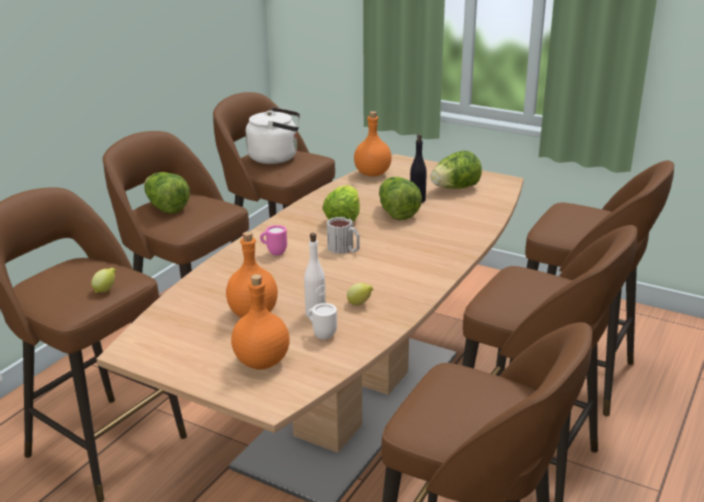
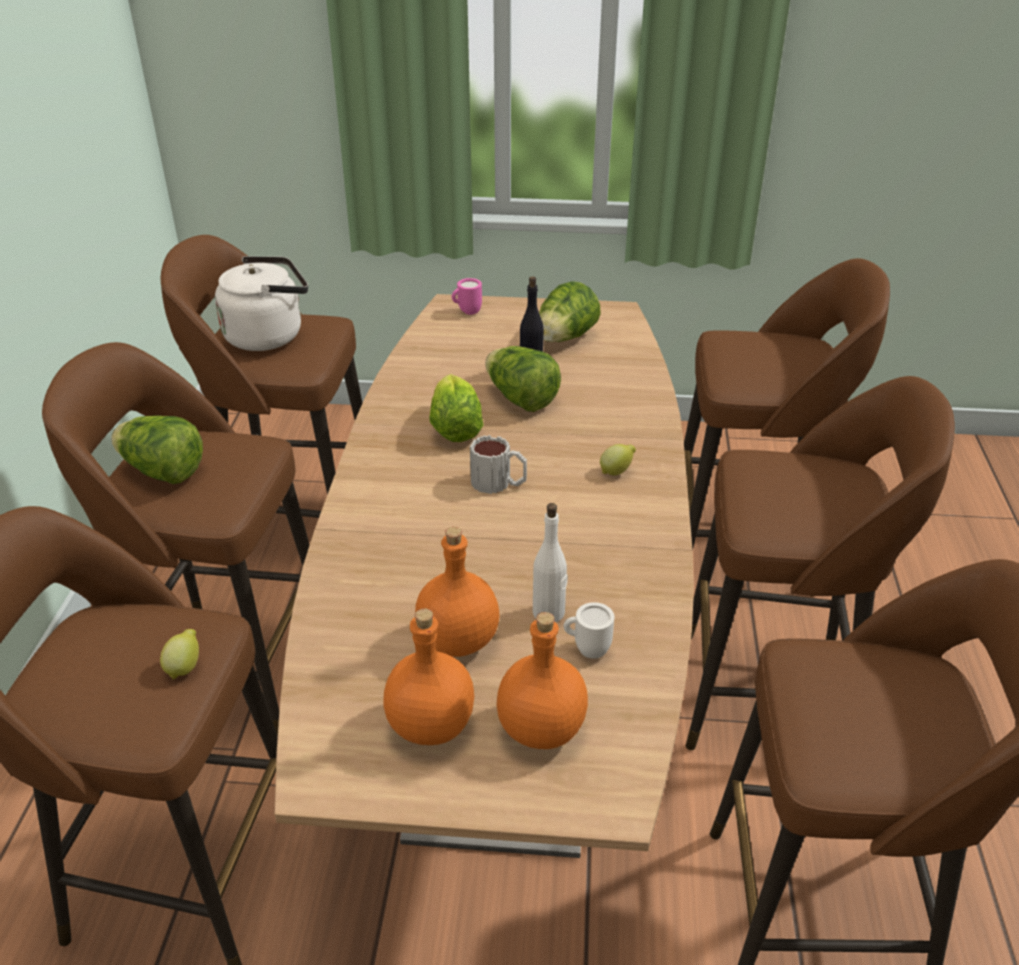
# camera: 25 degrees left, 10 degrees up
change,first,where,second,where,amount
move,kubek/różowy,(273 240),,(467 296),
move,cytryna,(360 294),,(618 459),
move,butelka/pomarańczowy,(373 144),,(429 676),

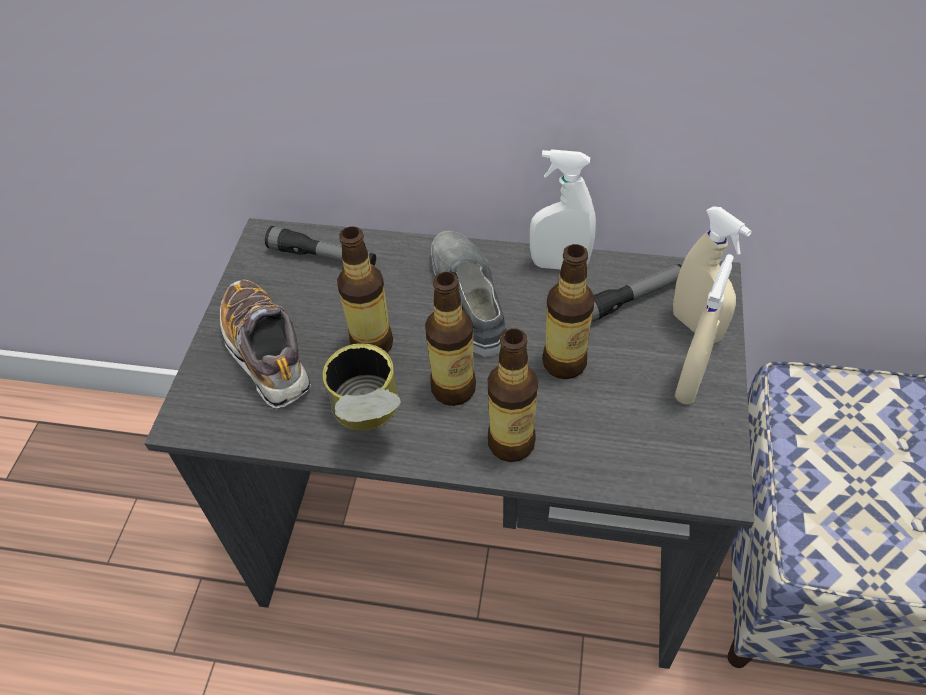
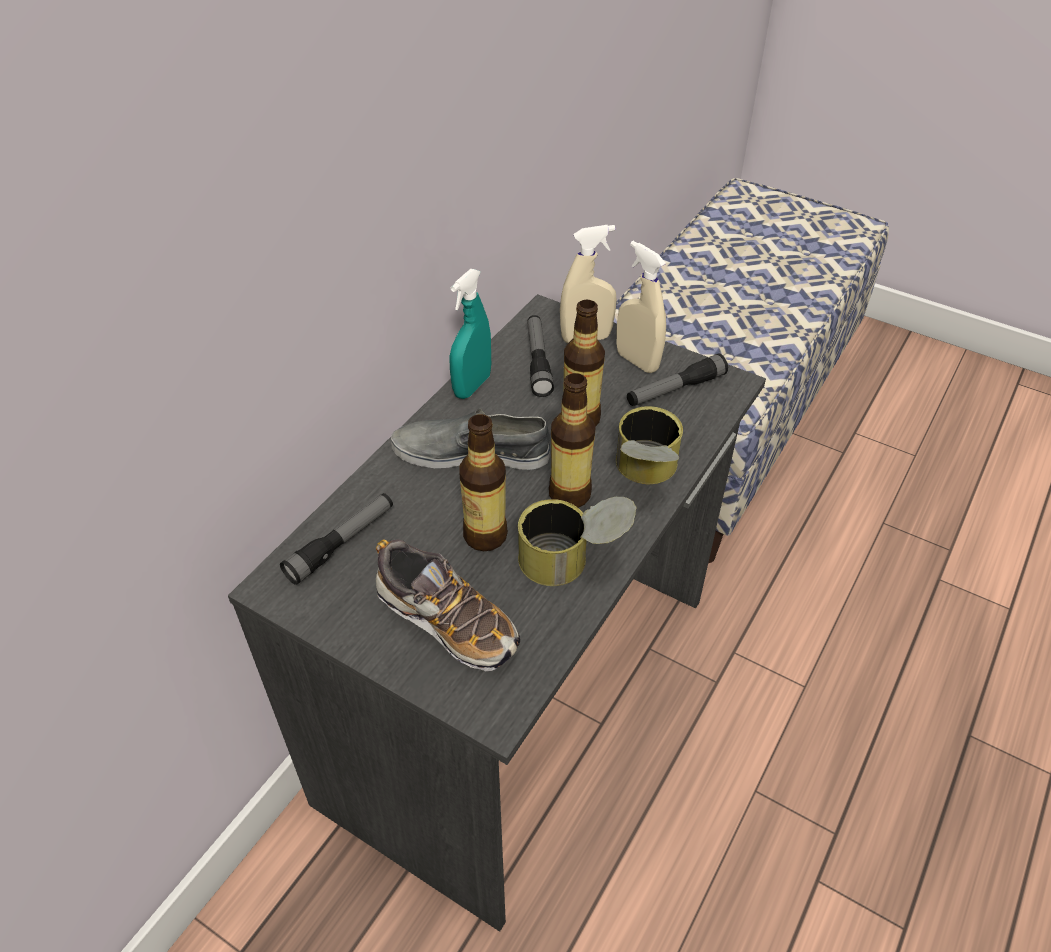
# camera: 70 degrees left, 5 degrees down
change,first,where,second,where,amount
rotate,but,(265 344),,(448 605),135 degrees counterclockwise
replace,butelka,(513 395),puszka,(649 445),
recolor,spryskiwacz/biały,(563 209),spryskiwacz/turkusowy,(470 334),
insert,,,latarka,(677 379),

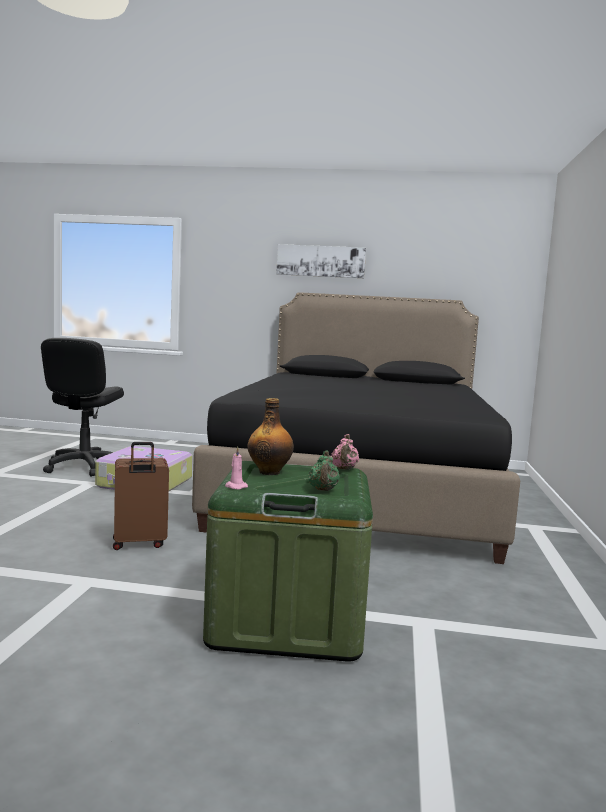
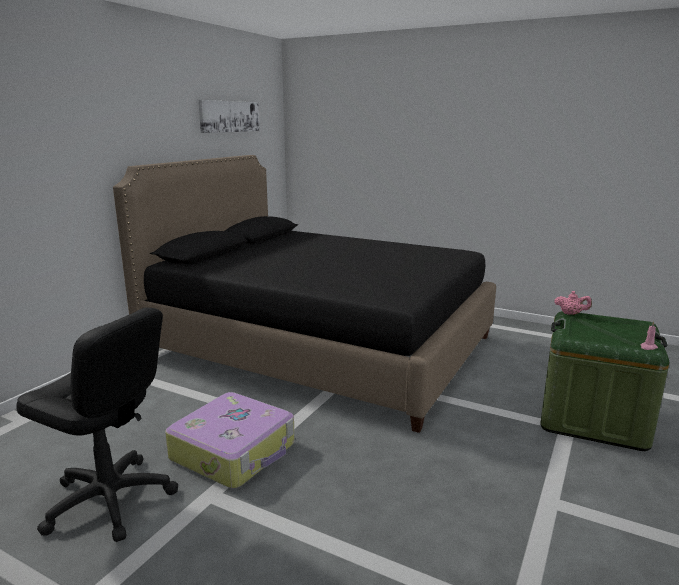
# camera: 70 degrees left, 10 degrees up
change,first,where,second,where,amount
delete,walizka/brązowy,(141 496),,,
delete,butelka,(271 436),,,
move,obraz,(321 261),,(229 116),
delete,imbryk/zielony,(324 471),,,

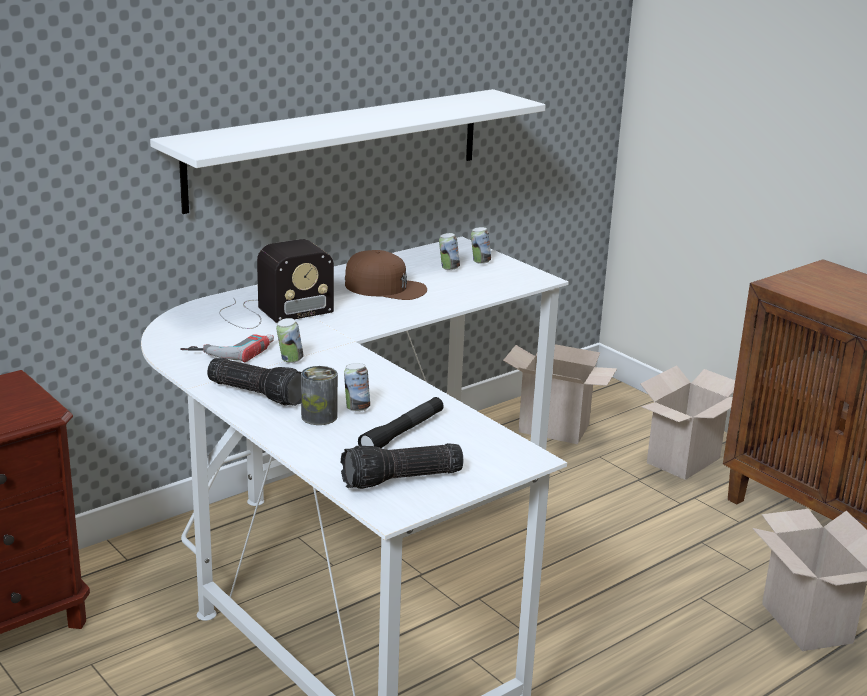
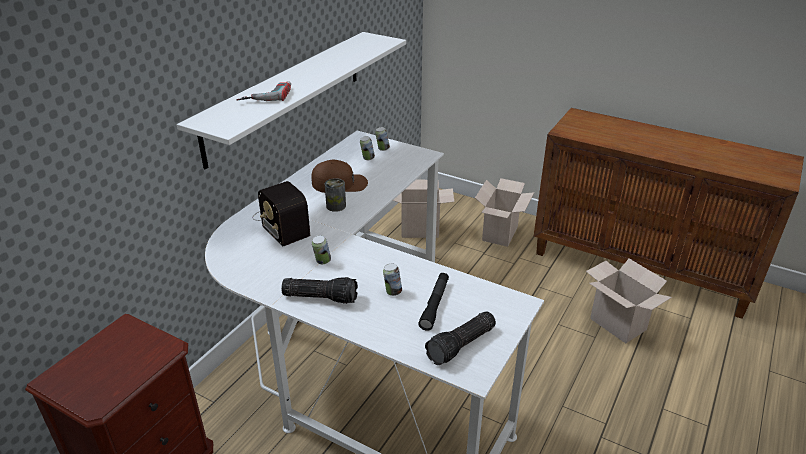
# camera: 20 degrees left, 10 degrees up
change,first,where,second,where,amount
move,wiertarka,(227 348),,(263 91),
rotate,radio,(276 284),,(281 213),105 degrees clockwise
move,puszka,(319 395),,(335 195),

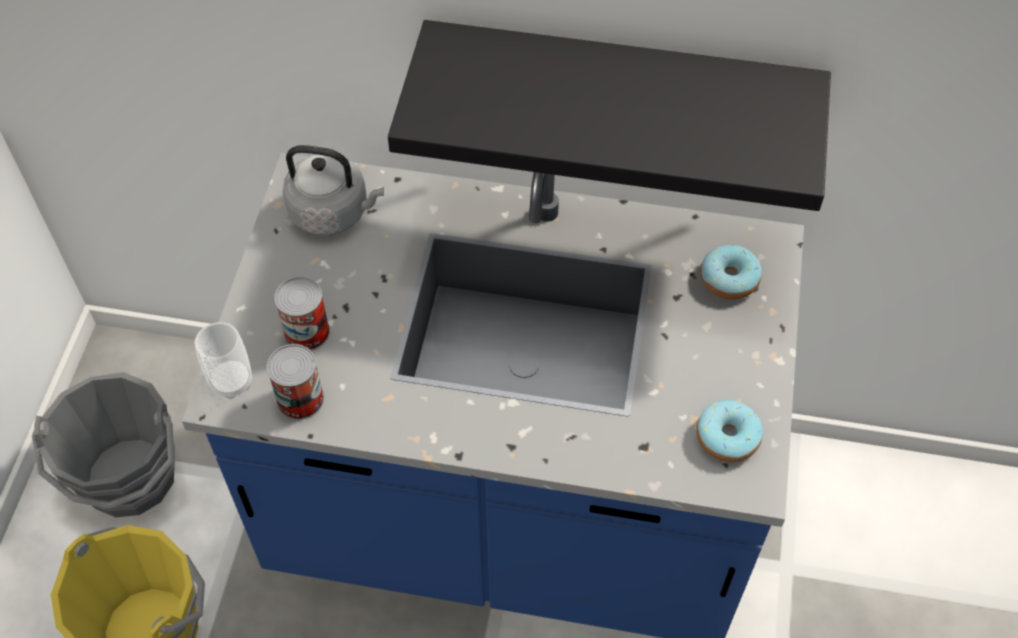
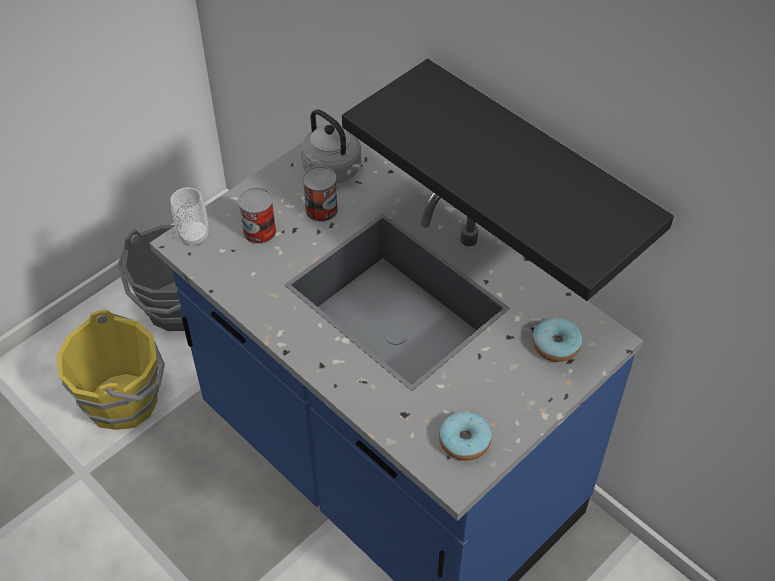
# camera: 35 degrees right, 5 degrees down
change,first,where,second,where,amount
move,puszka,(295 382),,(320 194),

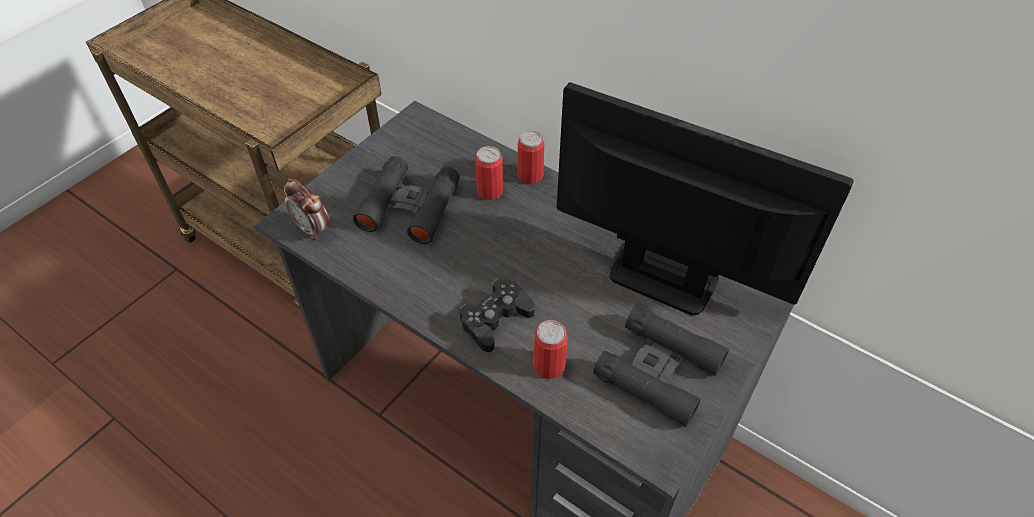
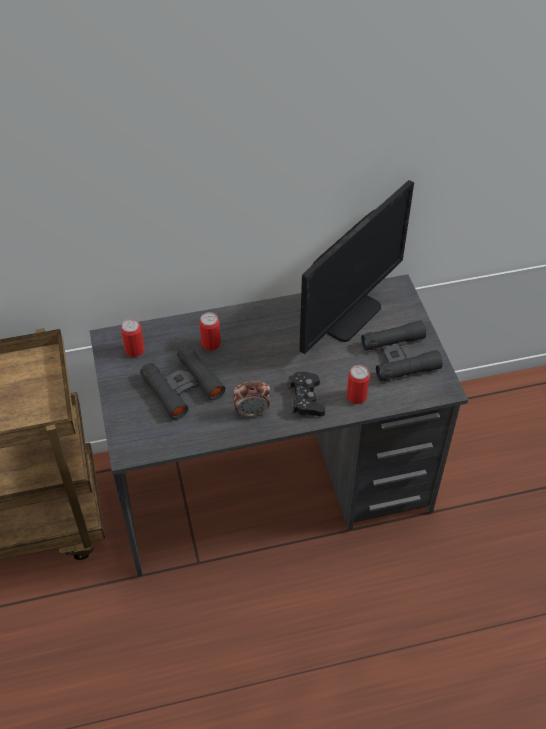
# camera: 50 degrees left, 0 degrees up
change,first,where,second,where,amount
move,budzik,(307 209),,(251 399),
move,puszka,(531 157),,(133 338),
rotate,monitor,(705 198),,(356 267),150 degrees clockwise

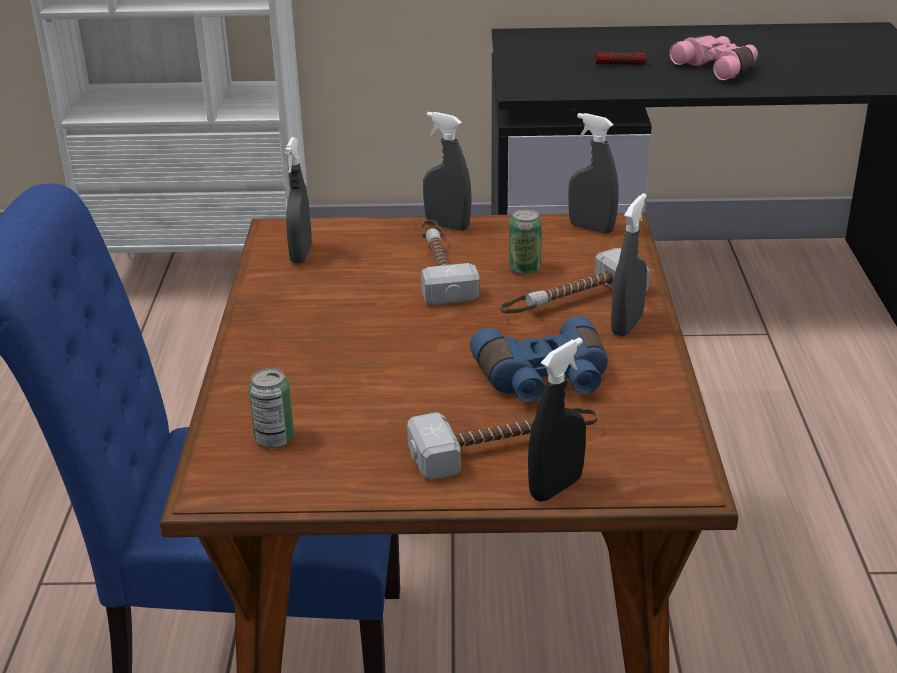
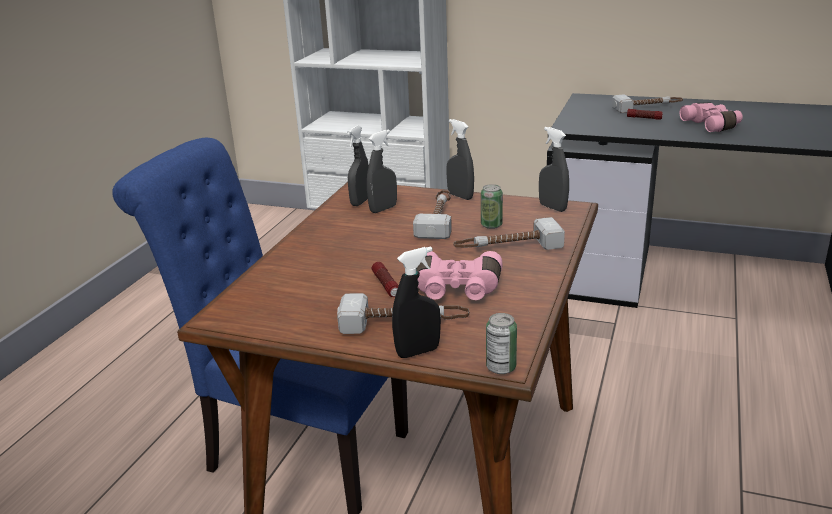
# camera: 20 degrees right, 5 degrees down
change,first,where,second,where,amount
move,puszka,(271 408),,(501 343),
recolor,lornetka/niebieski,(539 359),lornetka/różowy,(459 275),
move,spryskiwacz/szary,(629 265),,(382 171),
insert,,,latarka,(385 279),
insert,,,młotek,(647 103),

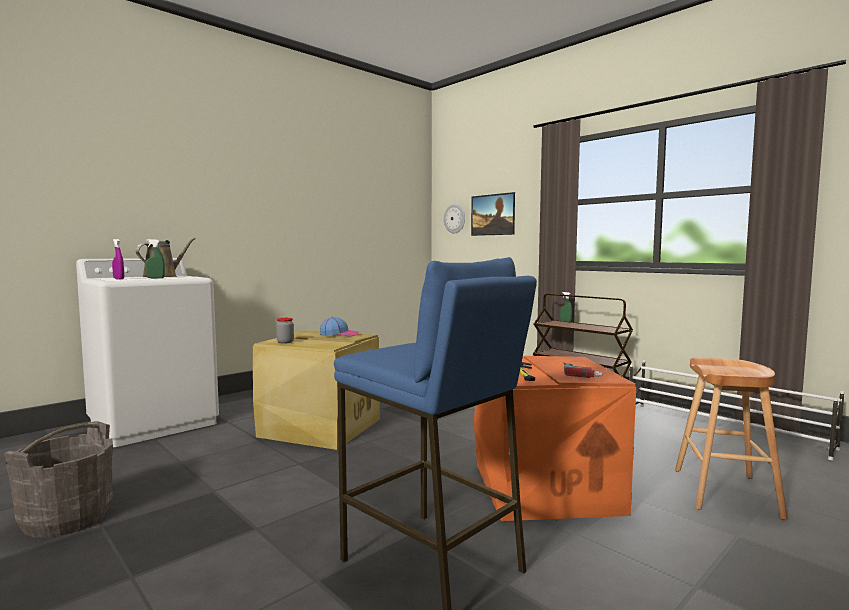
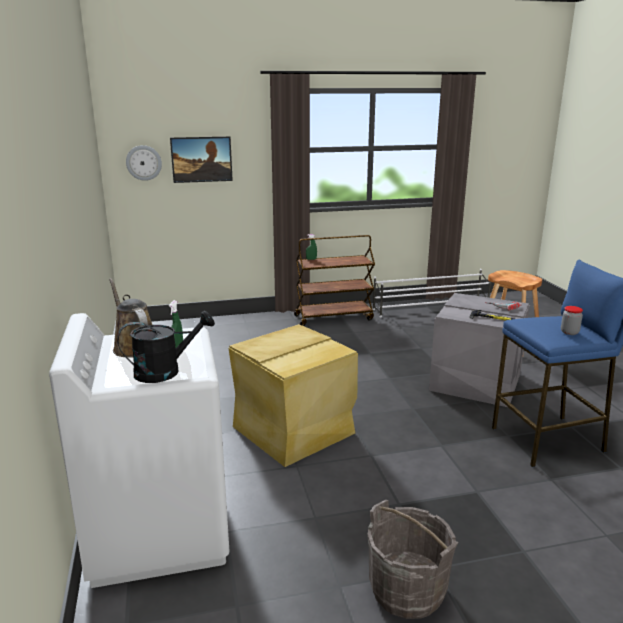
# camera: 60 degrees left, 15 degrees up
change,first,where,second,where,amount
replace,spryskiwacz/fioletowy,(118 259),konewka/czarny,(166 347),
move,słoik,(285 331),,(572 320),
delete,czapka z daszkiem,(339 327),,,
recolor,pojemnik do przechowywania/pomarańczowy,(555 438),pojemnik do przechowywania/szary,(479 350),

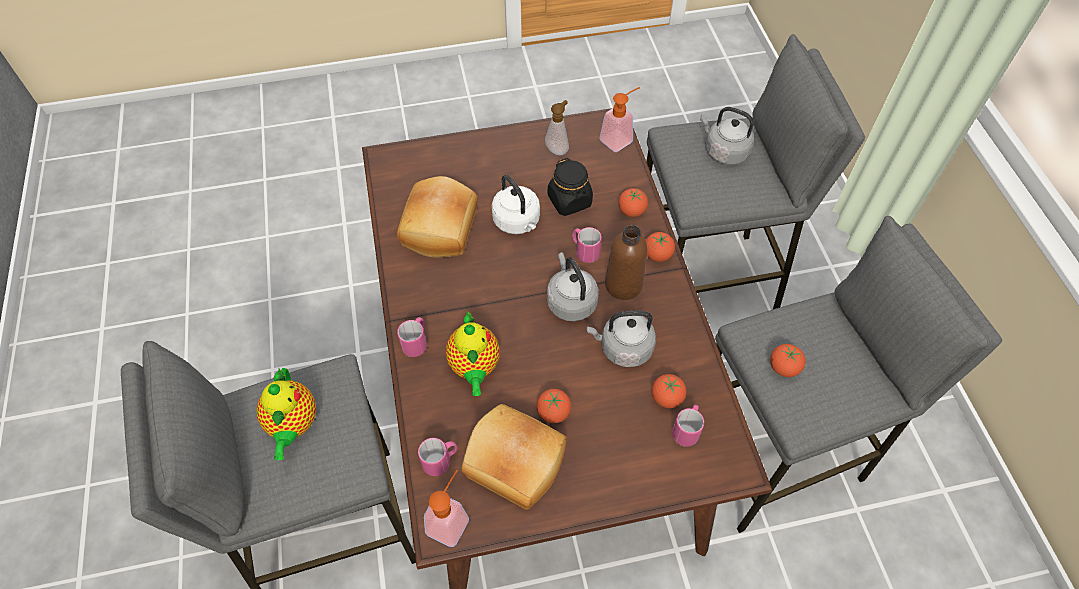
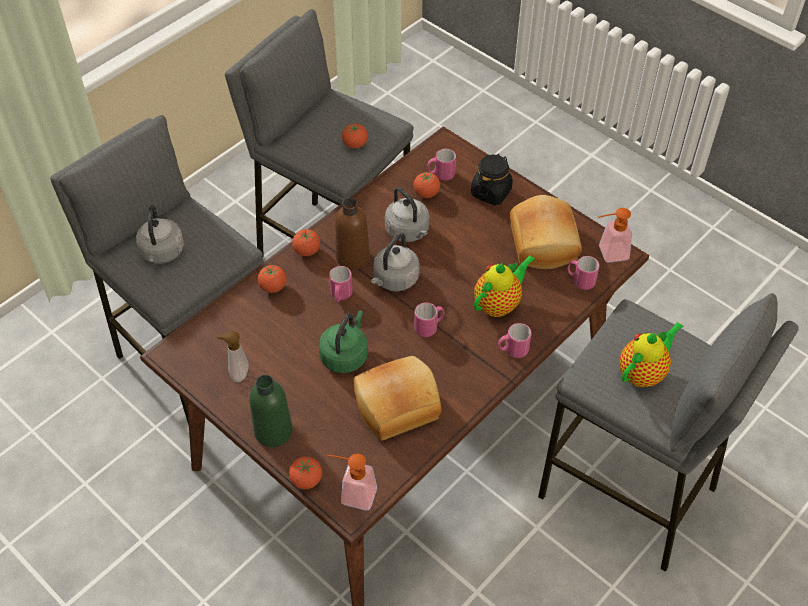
# camera: 125 degrees left, 5 degrees down
change,first,where,second,where,amount
recolor,czajnik/biały,(516 204),czajnik/zielony,(343 341),
move,pomidor,(553 406),,(305 473),
move,słoik/czarny,(570 187),,(492 179),
move,dozownik mydła,(620 119),,(352 482),
insert,,,butelka/zielony,(271 411),
insert,,,kubek/różowy,(429 320),

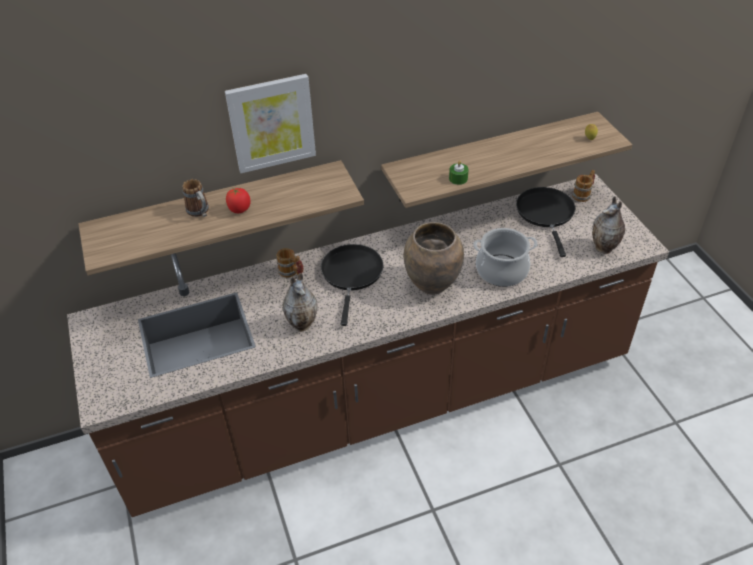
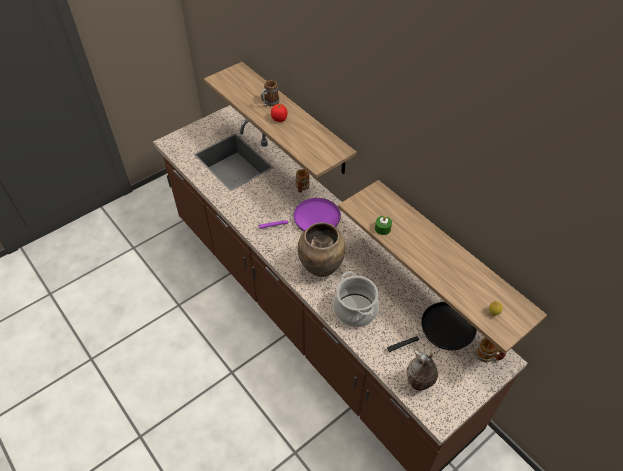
# camera: 70 degrees right, 5 degrees up
change,first,where,second,where,amount
delete,obraz,(270 123),,,
delete,wazon,(300 302),,,
recolor,patelnia/czarny,(352 285),patelnia/fioletowy,(300 214),

